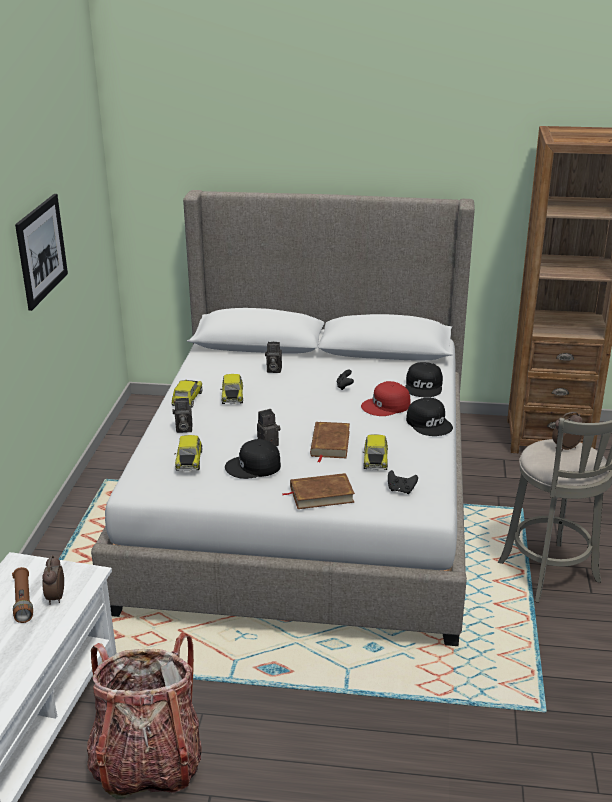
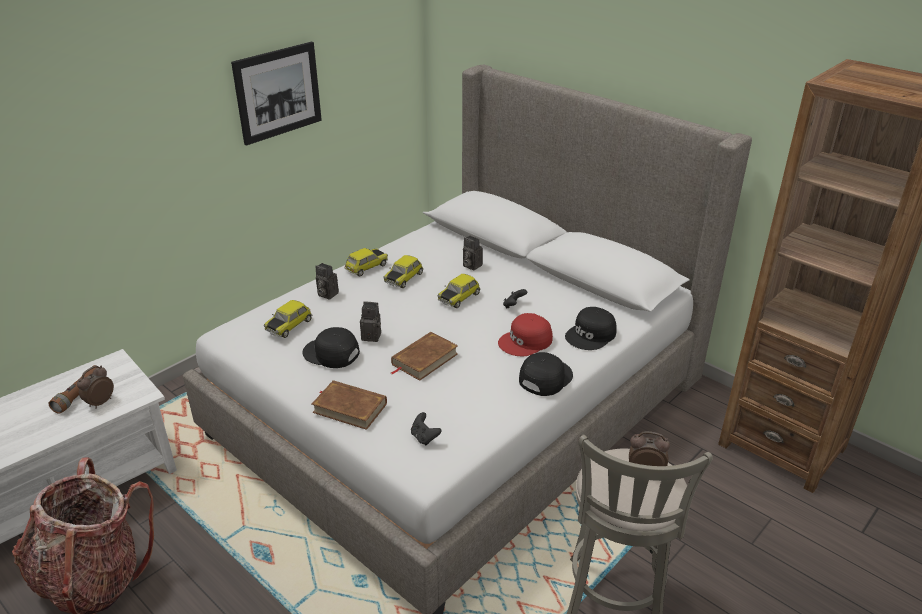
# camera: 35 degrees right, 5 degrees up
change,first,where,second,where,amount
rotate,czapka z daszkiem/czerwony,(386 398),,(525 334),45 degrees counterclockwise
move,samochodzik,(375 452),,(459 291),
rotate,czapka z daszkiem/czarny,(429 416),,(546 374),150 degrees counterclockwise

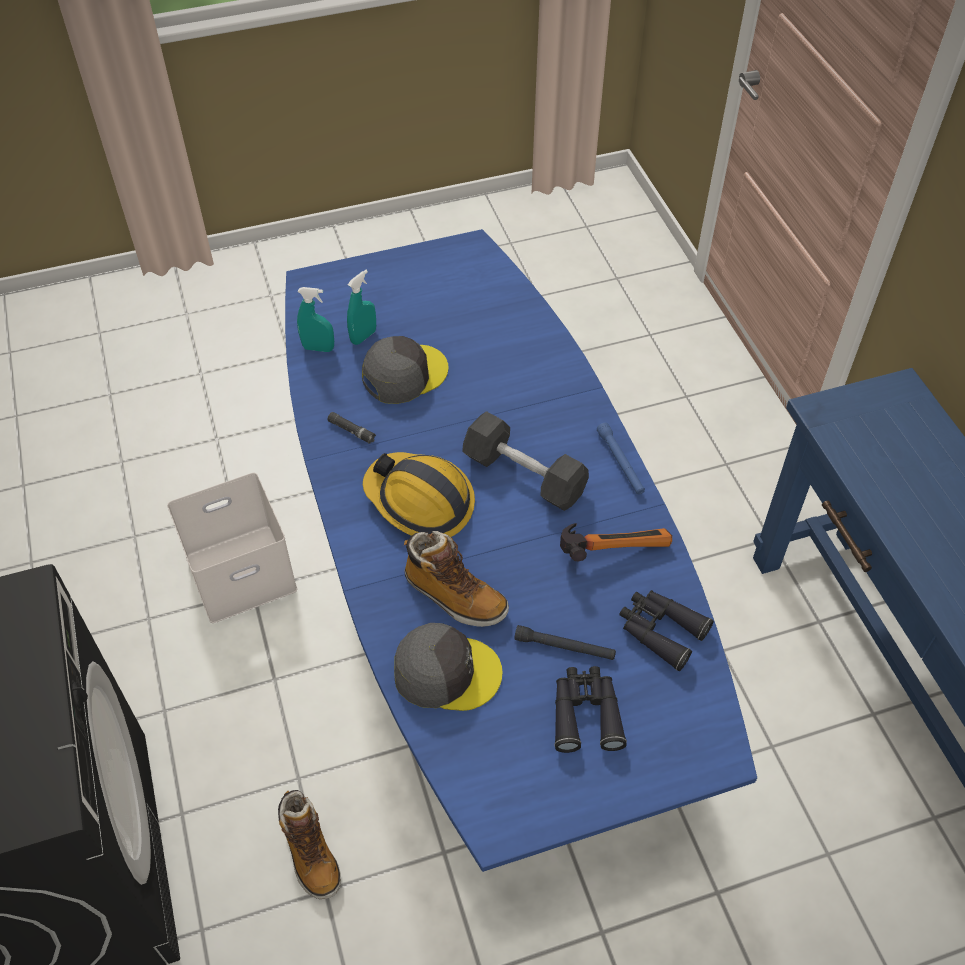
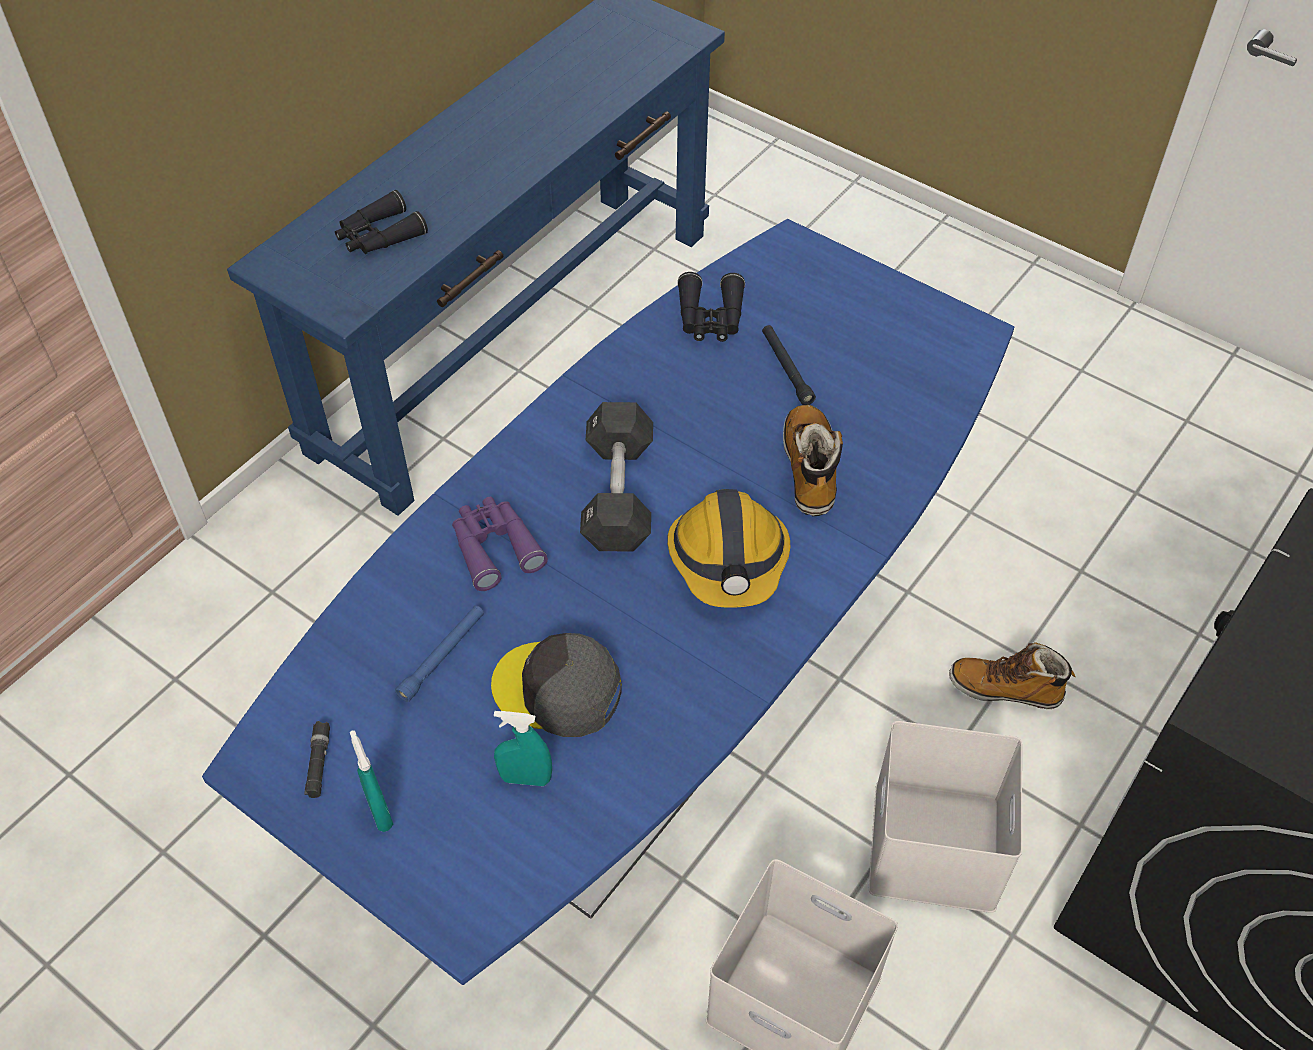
# camera: 125 degrees left, 0 degrees up
change,first,where,second,where,amount
rotate,but z cholewką,(309 844),,(1012 675),105 degrees counterclockwise
move,spryskiwacz/turkusowy,(315 319),,(371 781),
move,latarka/czarny,(351 428),,(317 759),
delete,czapka z daszkiem/szary,(448 667),,,
move,lornetka/czarny,(590 709),,(381 222),
delete,młotek,(616 542),,,
move,latarka/niebieski,(621 459),,(439 654),
insert,,,lornetka/fioletowy,(500 544),
insert,,,pojemnik do przechowywania/biały,(945 817),

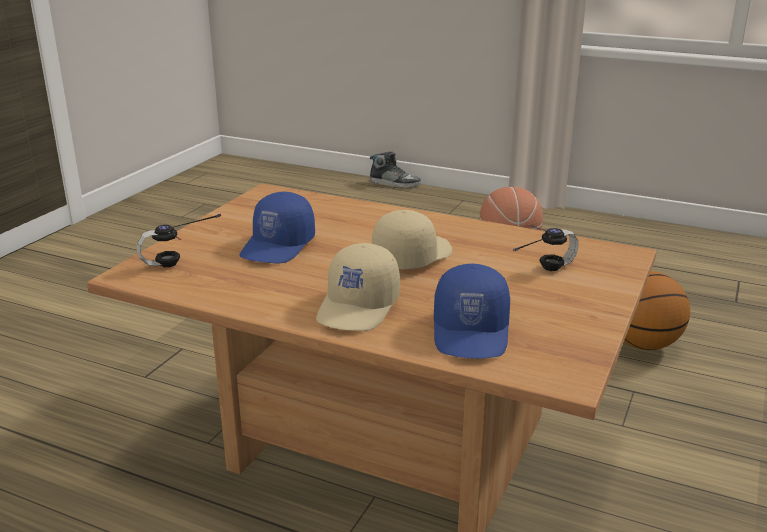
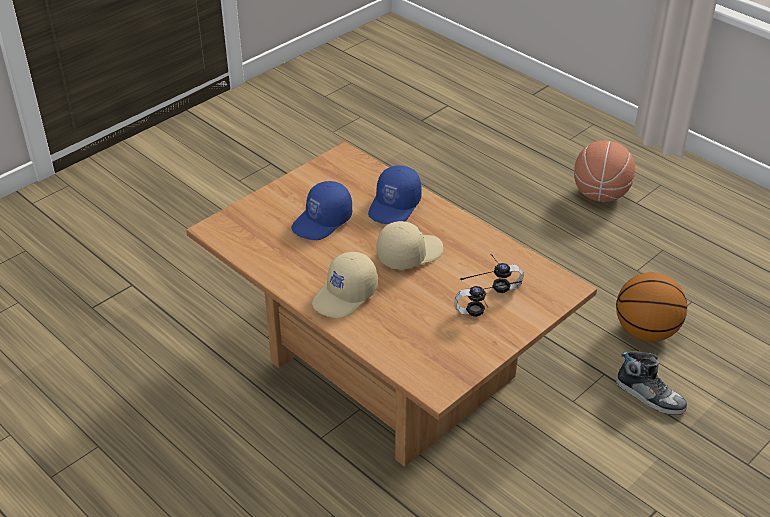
# camera: 20 degrees right, 15 degrees up
change,first,where,second,where,amount
move,słuchawki,(179 240),,(488 298),
move,but,(395 170),,(651 383),
move,czapka z daszkiem/niebieski,(472 311),,(395 194),

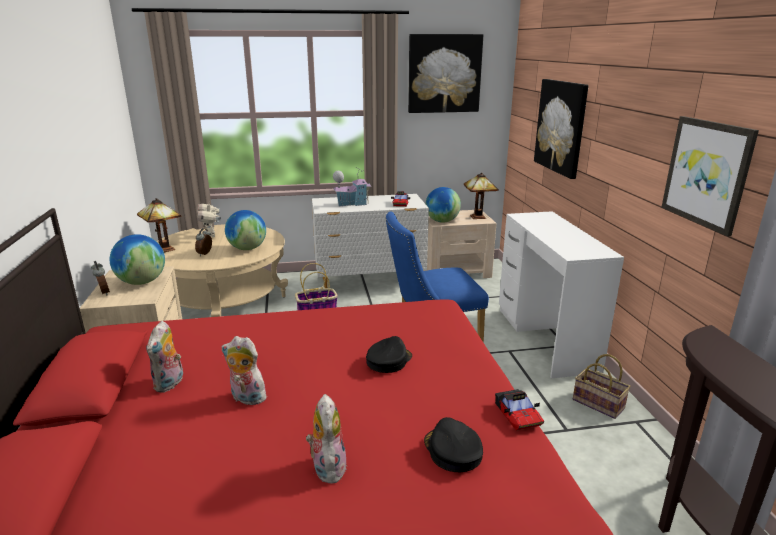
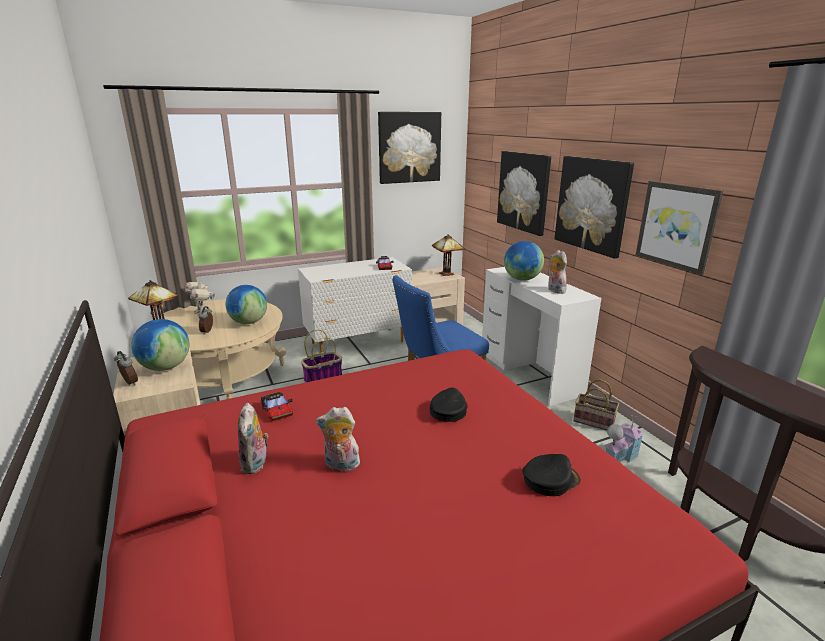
# camera: 15 degrees left, 0 degrees up
change,first,where,second,where,amount
move,pluszak,(326 438),,(557 272),
move,domek,(352 187),,(624 439),
rotate,czapka z daszkiem/czarny,(453 444),,(551 475),105 degrees clockwise
move,globus,(443 205),,(524 261),
move,samochodzik,(519 410),,(277 406),
insert,,,obraz,(594 207),

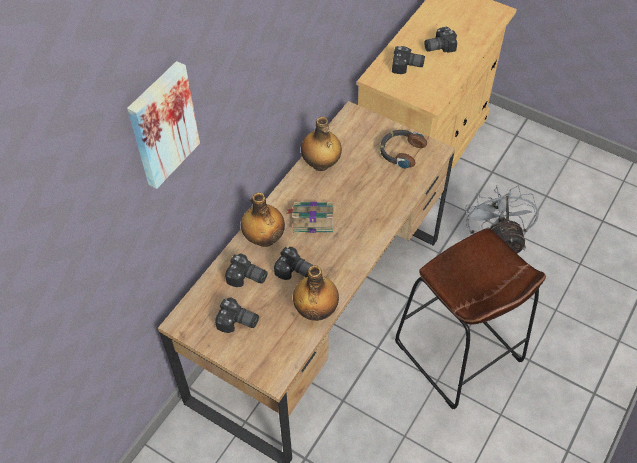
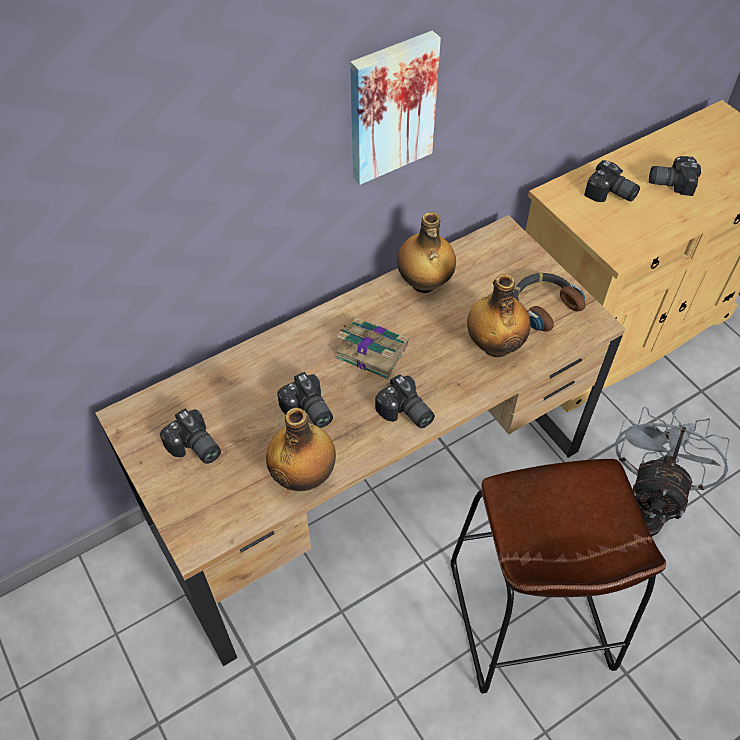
# camera: 25 degrees right, 0 degrees up
change,first,where,second,where,amount
move,obraz,(163 125),,(395 108),
move,aparat fotograficzny,(246 270),,(405 401),
move,butelka,(263 220),,(499 315),

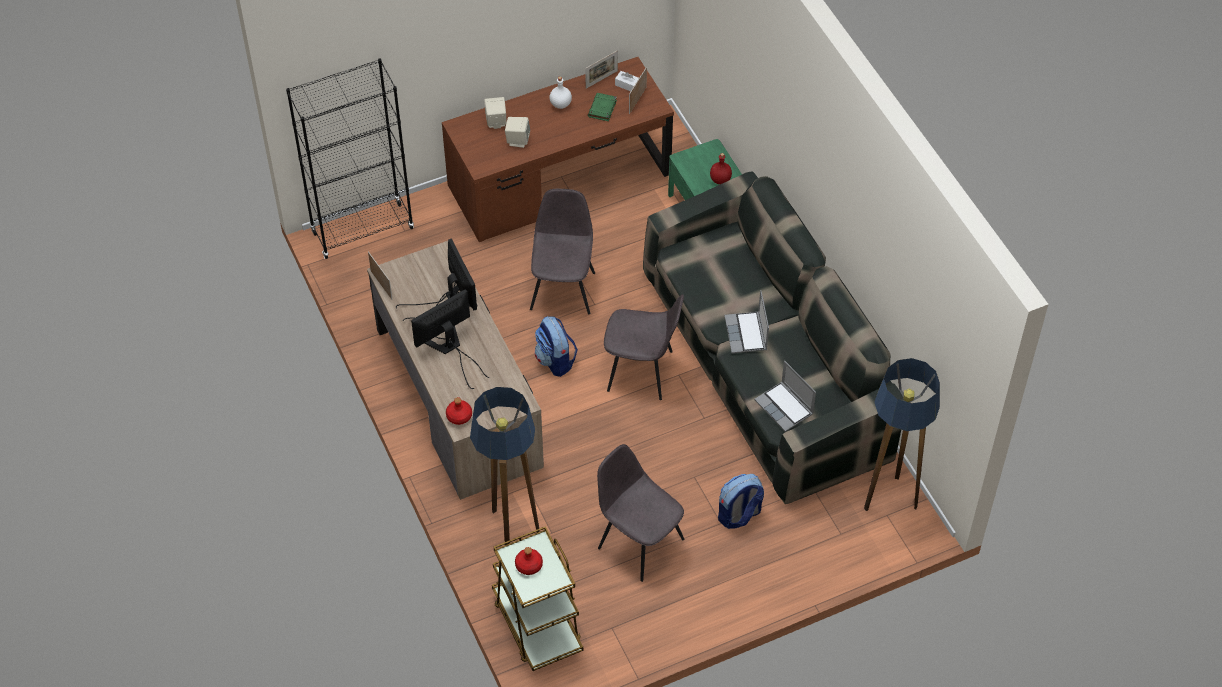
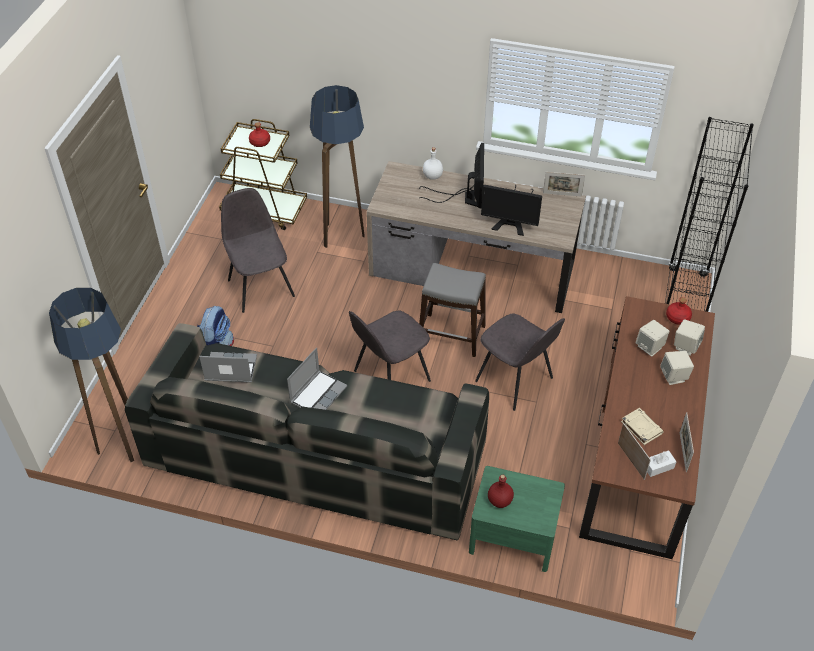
# camera: 130 degrees right, 5 degrees down
change,first,where,second,where,amount
move,butelka/czerwony,(459 411),,(679 311),
replace,plecak,(556 346),stołek/szary,(452 310),
move,butelka/biały,(560 93),,(433 163),
recolor,książka/zielony,(602 107),książka/beżowy,(642 426),
rotate,krzesło/szary,(640 513),,(258 250),105 degrees counterclockwise
rotate,laptop,(747 321),,(317 379),90 degrees clockwise
insert,,,głośnik/beżowy,(677 368),

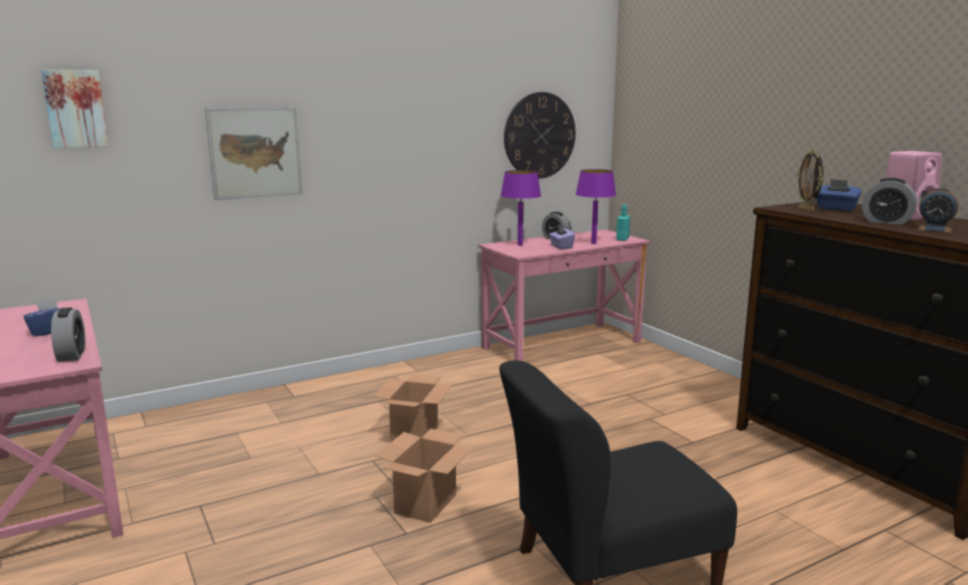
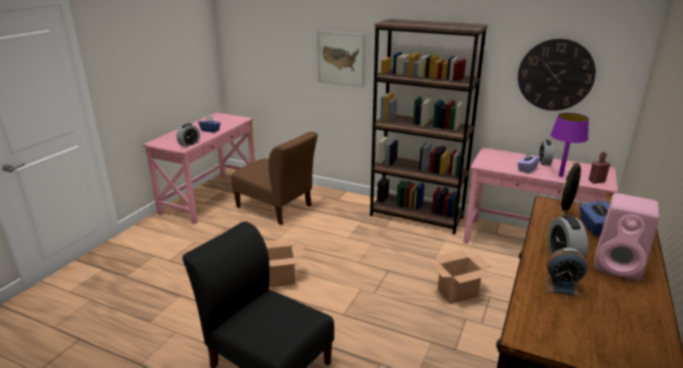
# camera: 55 degrees right, 10 degrees up
change,first,where,second,where,amount
delete,obraz,(74 109),,,
move,karton,(412 408),,(461 277),
delete,lampa stołowa/fioletowy,(520 207),,,
recolor,butelka/turkusowy,(623 222),butelka/czerwony,(599 168),
rotate,budzik,(938 210),,(565 272),75 degrees counterclockwise
insert,,,krzesło/brązowy,(274 178),
insert,,,regał/brązowy,(429 127),

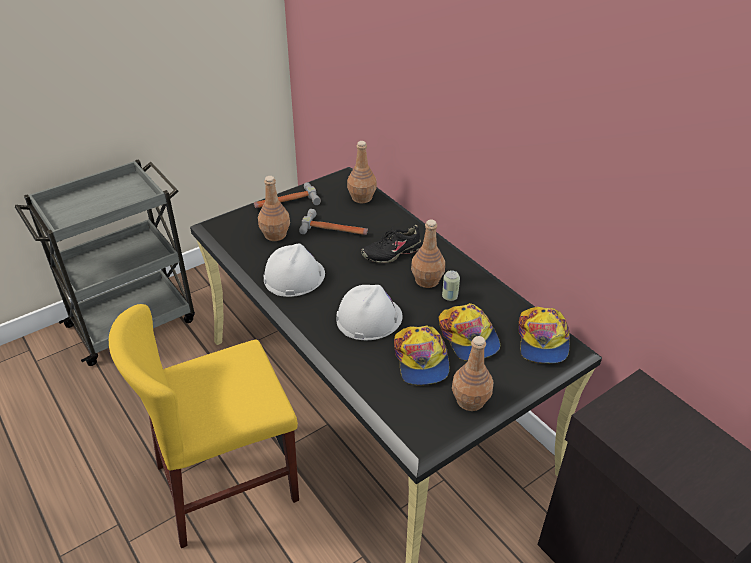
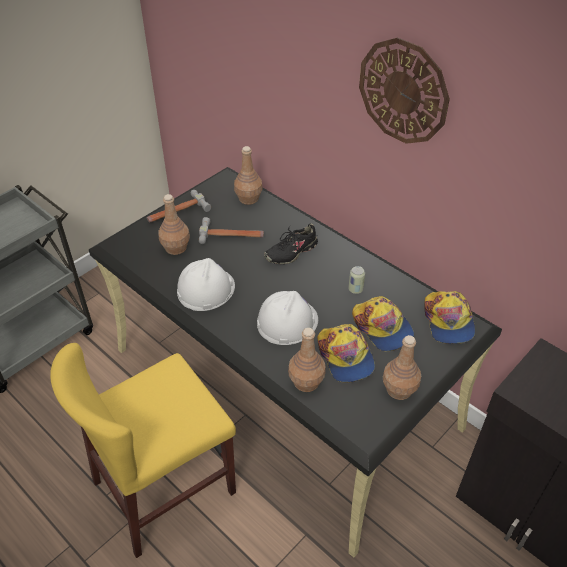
# camera: 10 degrees left, 5 degrees up
change,first,where,second,where,amount
move,butelka/brązowy,(428 253),,(307 360),
insert,,,zegar ścienny,(404 90),

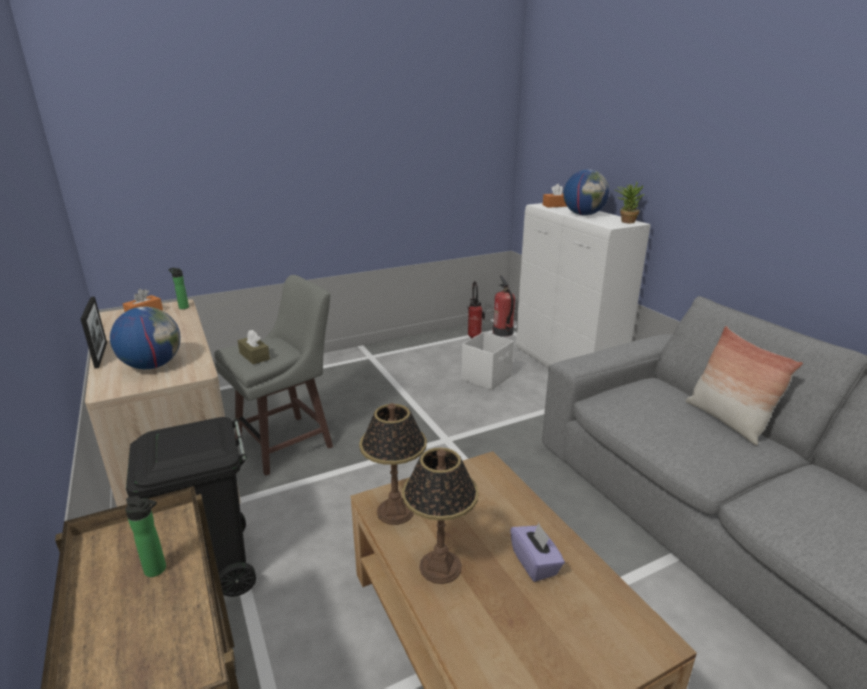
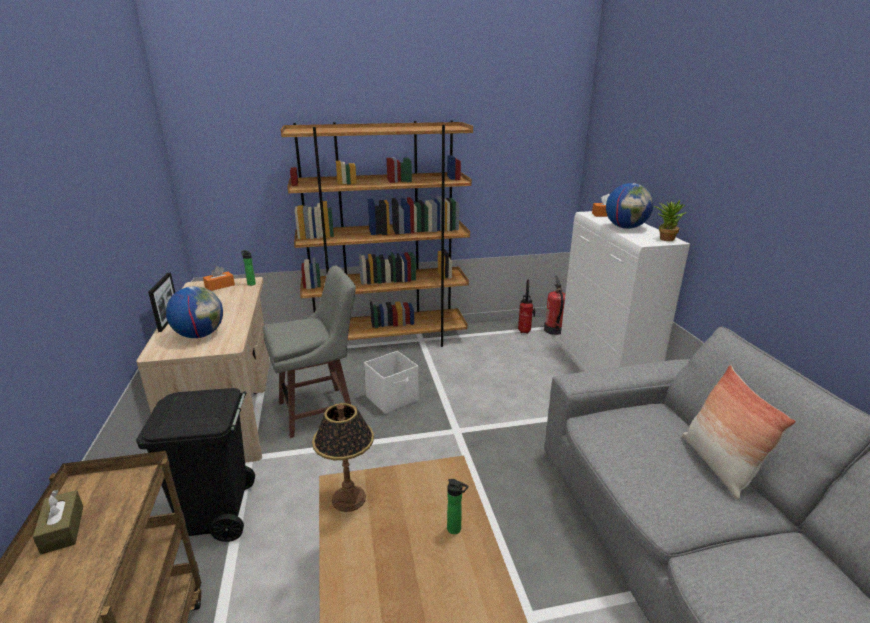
# camera: 15 degrees right, 0 degrees up
change,first,where,second,where,amount
move,butelka,(145 536),,(457 506),
move,pudełko chusteczek/brązowy,(254 347),,(58 522),
delete,lampa stołowa,(440 516),,,
move,pojemnik do przechowywania/biały,(487 361),,(391 382),
delete,pudełko chusteczek/fioletowy,(537 552),,,
insert,,,regał/brązowy,(377 233),

